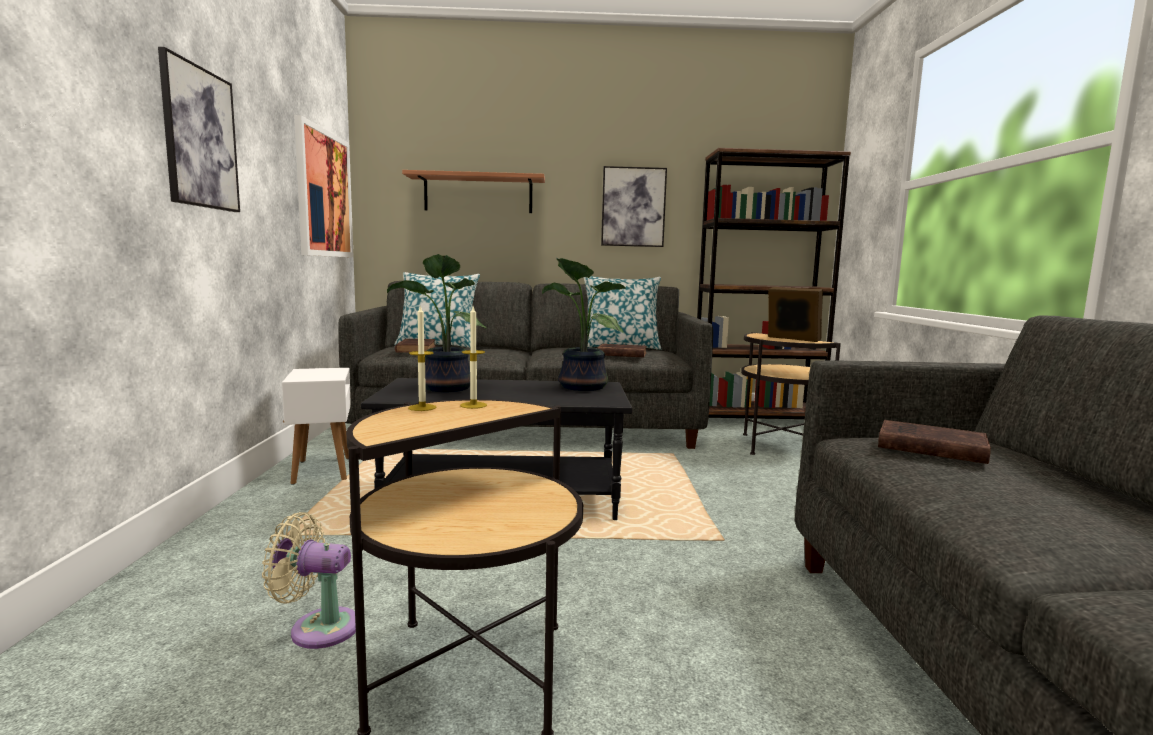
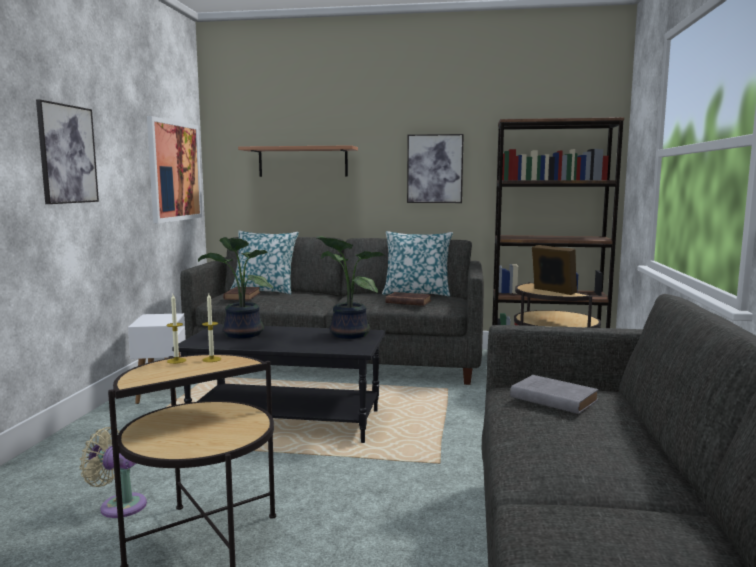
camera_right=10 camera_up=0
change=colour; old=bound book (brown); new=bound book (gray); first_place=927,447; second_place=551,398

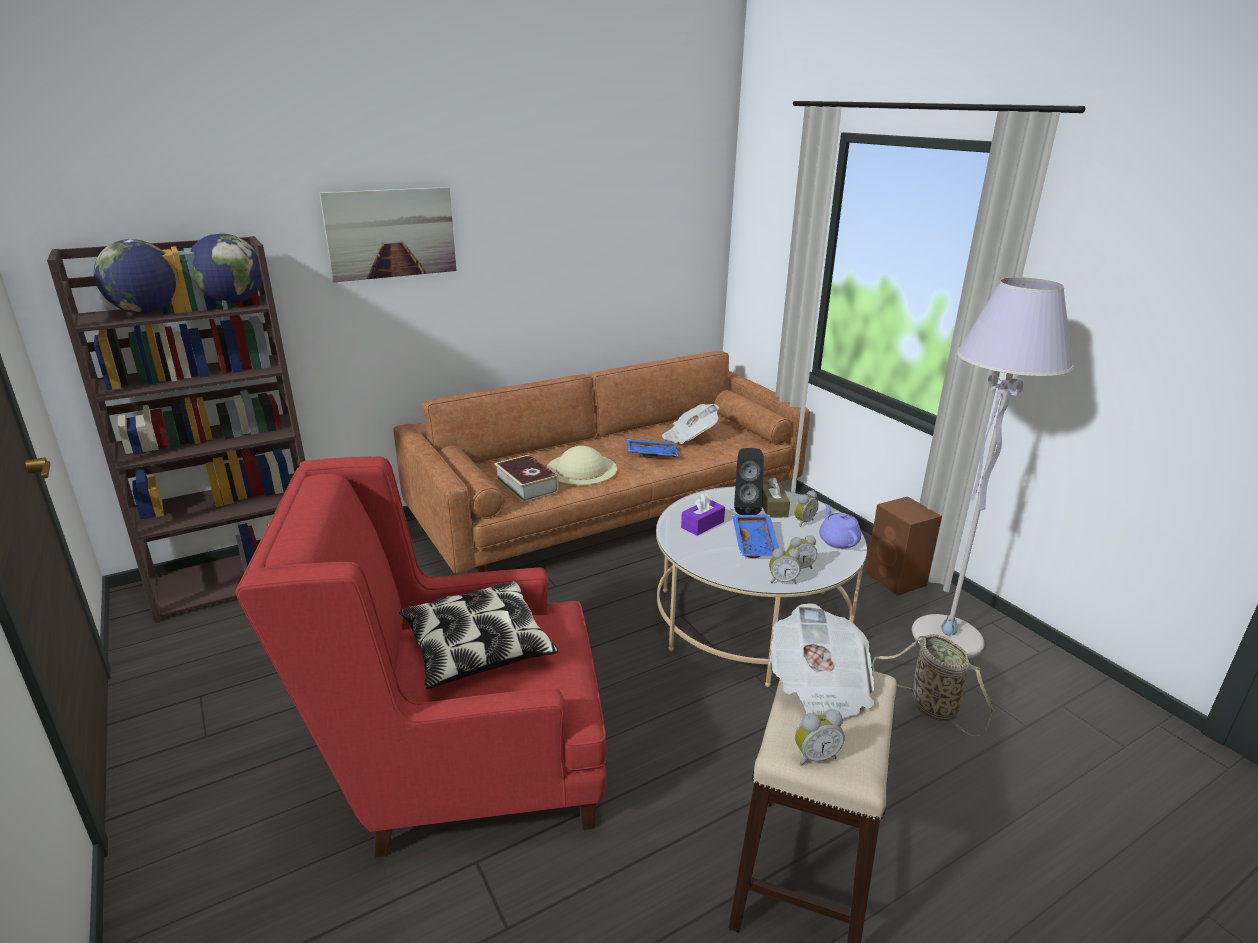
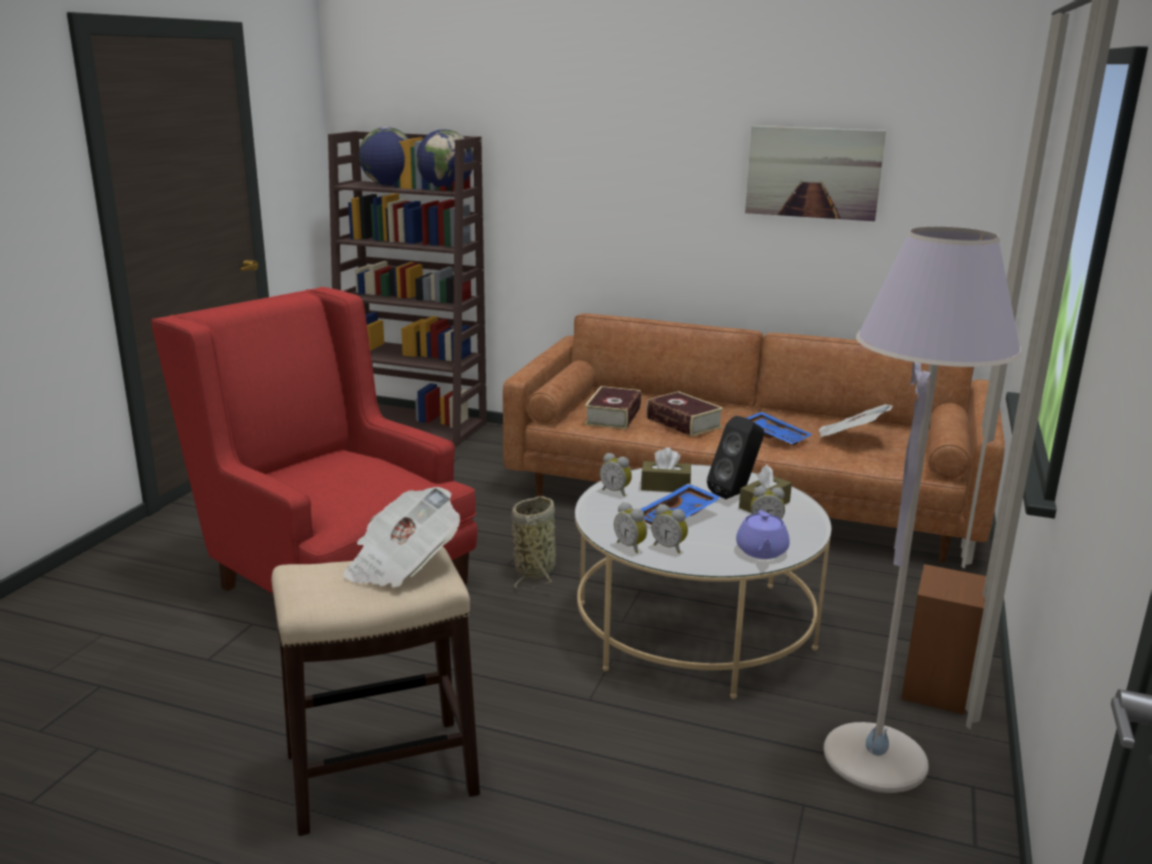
camera_right=50 camera_up=-5
change=relocated; old=basket; first_place=929,706; second_place=535,569
change=relocated; old=bedside clock; first_place=814,756; second_place=616,491
change=colour; old=tissue box (purplish); new=tissue box (brown); first_place=702,524; second_place=665,486
change=exchanged; old=hat (beige-coloured); new=bound book; first_place=581,469; second_place=683,422
change=spun; old=teapot (purplish); first_place=838,541; second_place=761,551; degrees=150
change=relocated; old=wall art; first_place=391,233; second_place=813,172
change=missing; old=pillow; first_place=477,647

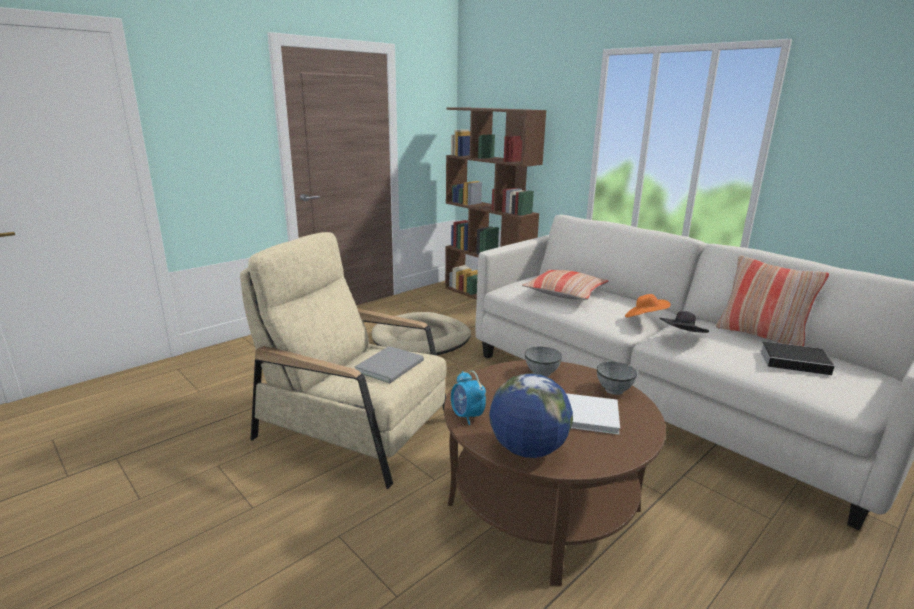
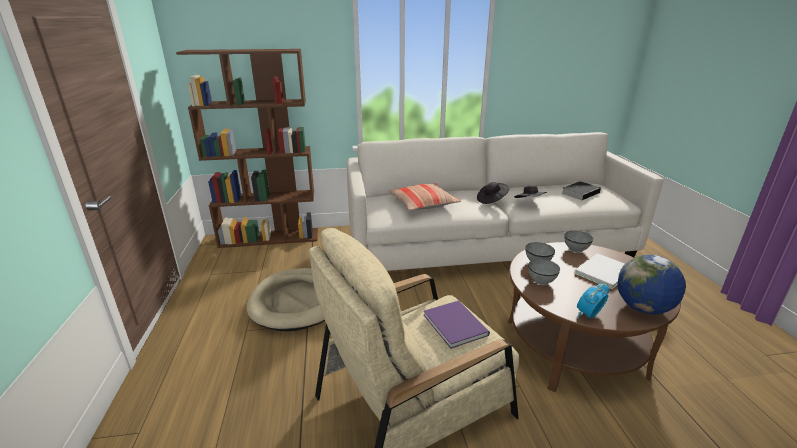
camera_right=-55 camera_up=5
change=colour; old=bound book (gray); new=bound book (purplish); first_place=392,366; second_place=455,323
change=colour; old=hat (orange-coloured); new=hat (blackish); first_place=645,318; second_place=491,200
change=appeared; new=serving bowl (gray); second_place=541,281
change=spun; old=bedside clock; first_place=467,416; second_place=588,315; degrees=135
change=missing; old=pillow; first_place=761,336

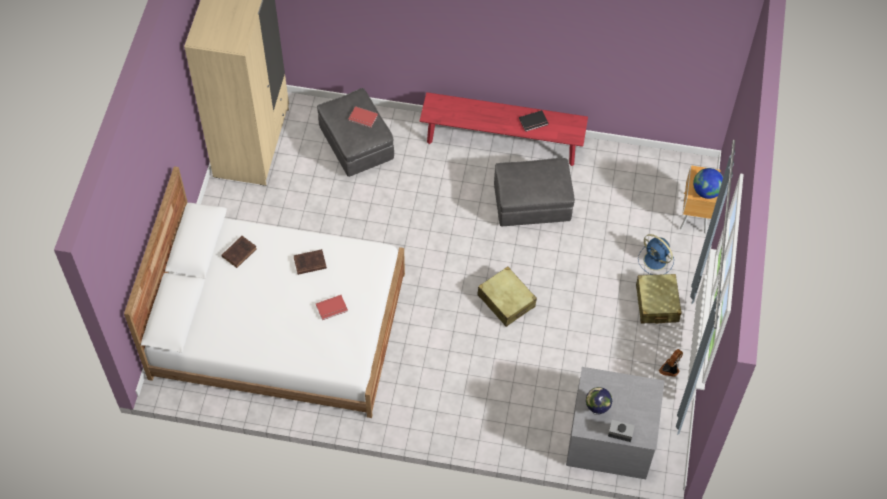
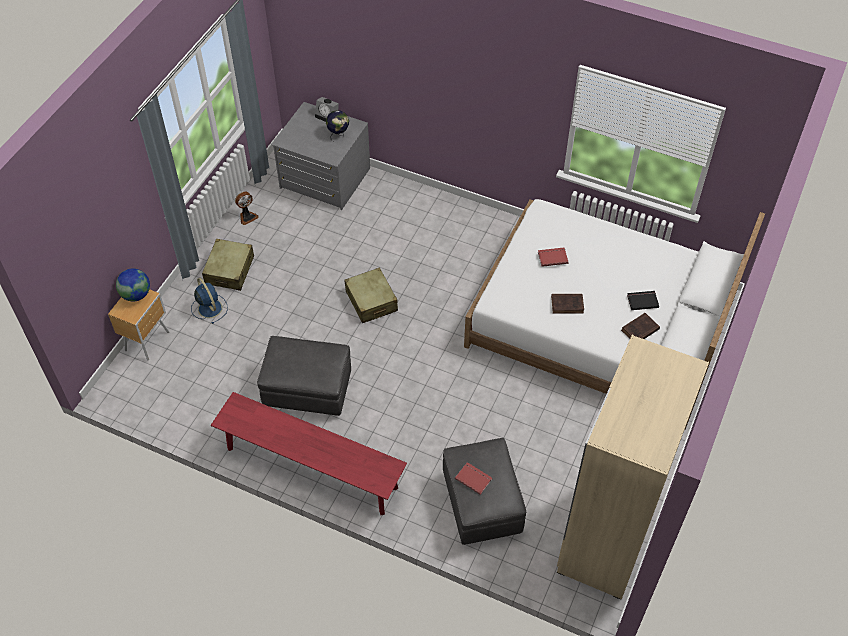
camera_right=-165 camera_up=-5
change=relocated; old=bound book (blackish); first_place=534,122; second_place=642,300

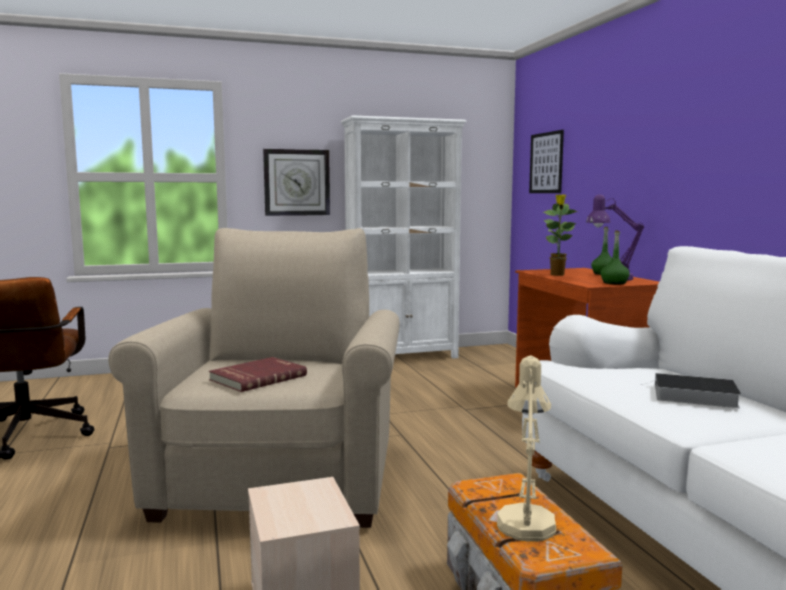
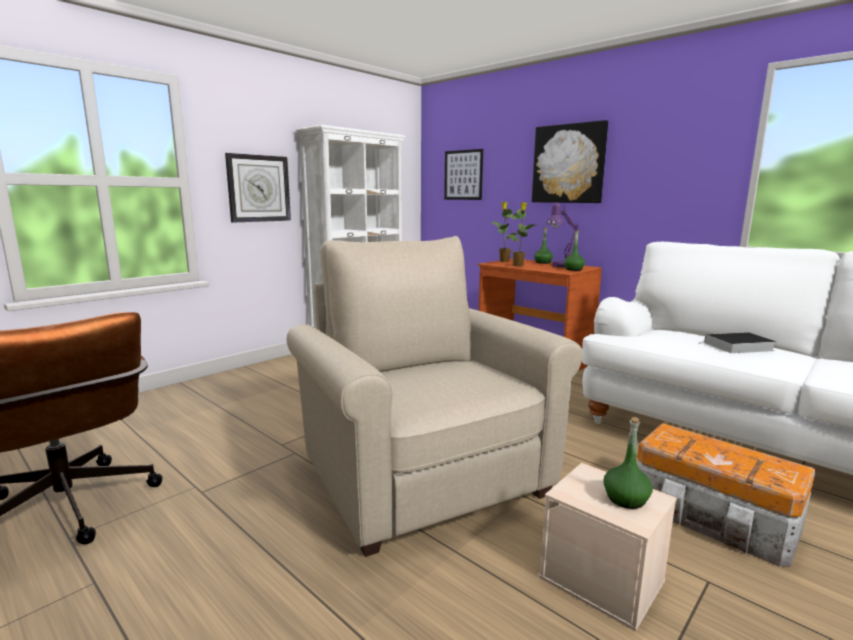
camera_right=-30 camera_up=5
change=appeared; new=wall art; second_place=568,164
change=appeared; new=bottle (green-coloured); second_place=626,499
change=missing; old=bound book (reddish); first_place=257,377
change=missing; old=table lamp (beige-coloured); first_place=526,519

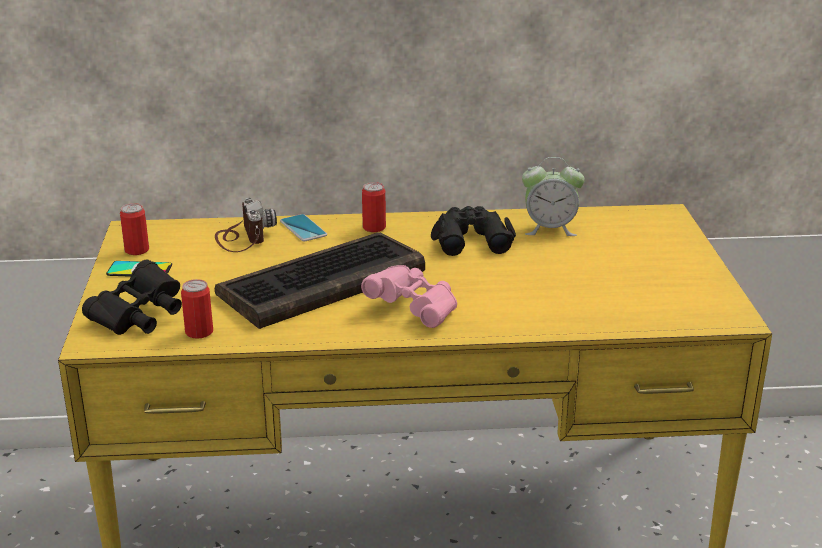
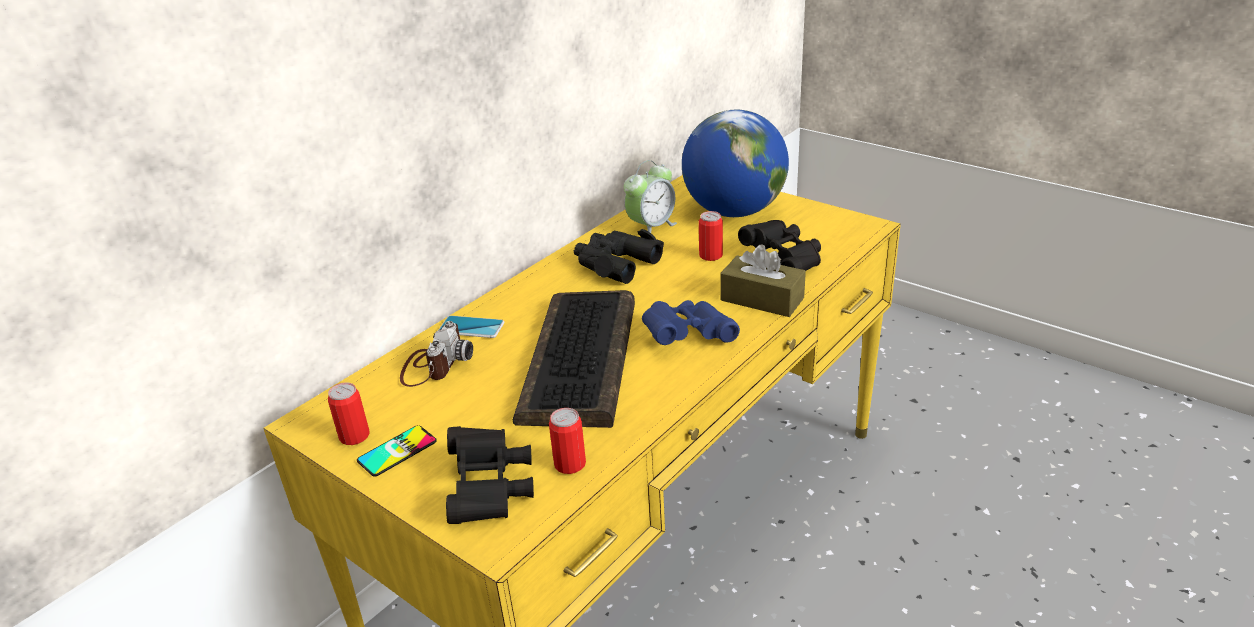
camera_right=-45 camera_up=5
change=spun; old=still camera; first_place=242,237; second_place=434,365; degrees=75
change=colour; old=binoculars (pink-coloured); new=binoculars (bluish); first_place=414,309; second_place=687,336
change=appeared; new=globe; second_place=734,211
change=relocated; old=can; first_place=374,227; second_place=711,255
change=appeared; new=tissue box (brown); second_place=762,299
change=appeared; new=binoculars (blackish); second_place=784,260

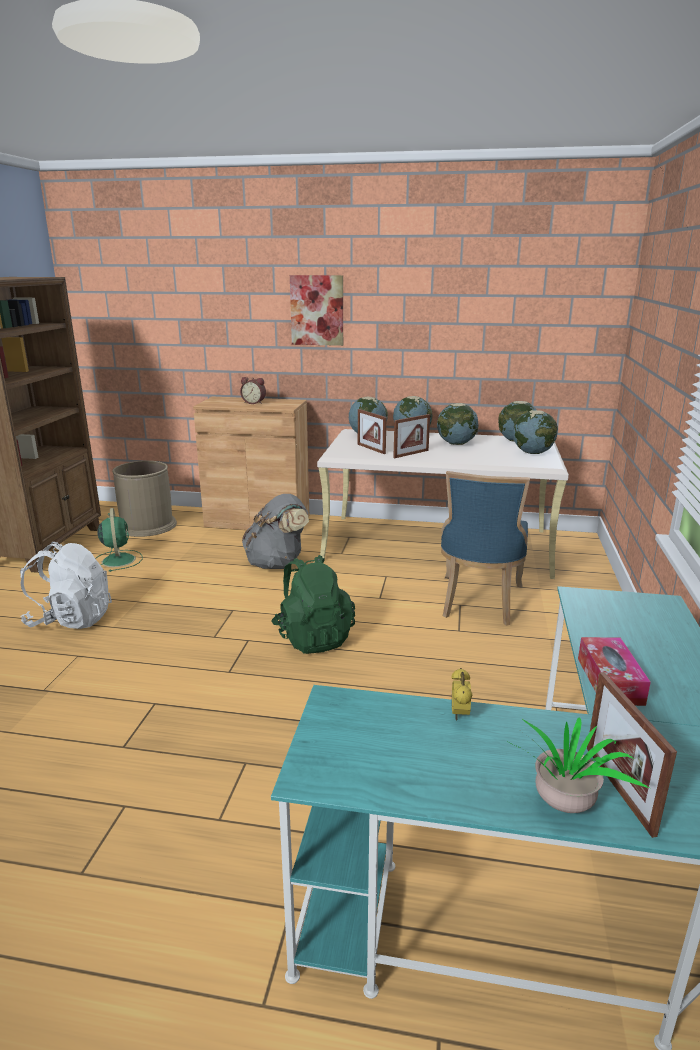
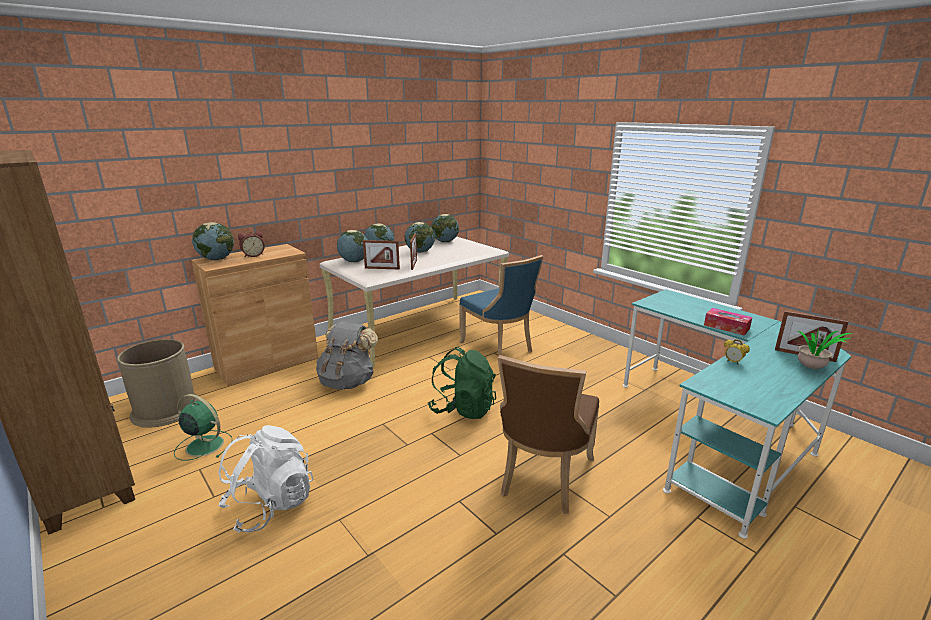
camera_right=-50 camera_up=0
change=relocated; old=globe; first_place=532,453; second_place=217,259
change=appeared; new=upright chair (brown); second_place=543,478
change=missing; old=wall art; first_place=317,310

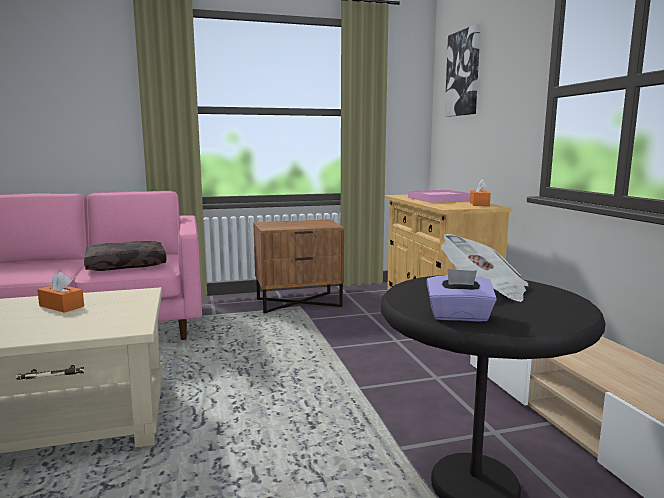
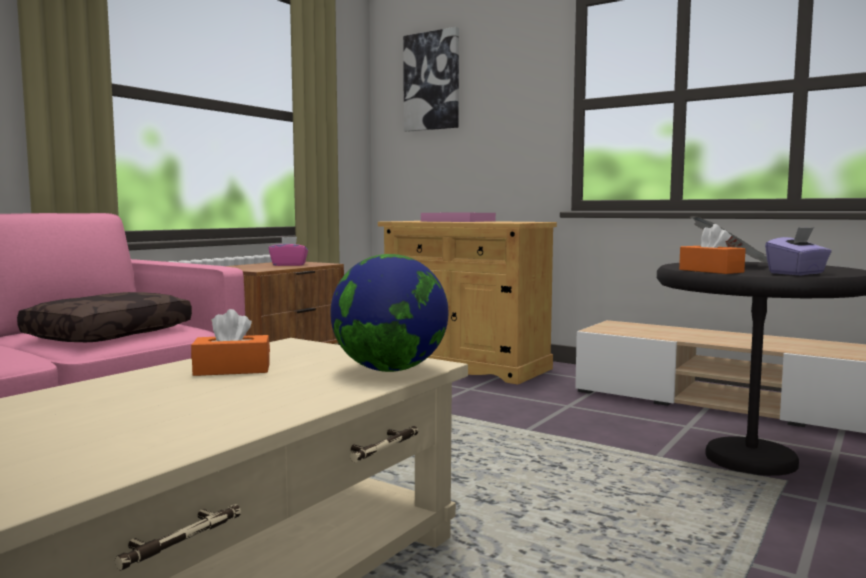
camera_right=-40 camera_up=-5
change=appeared; new=tissue box (pink-coloured); second_place=289,265
change=appeared; new=globe; second_place=390,370
change=relocated; old=tissue box (orange-coloured); first_place=479,204; second_place=711,271

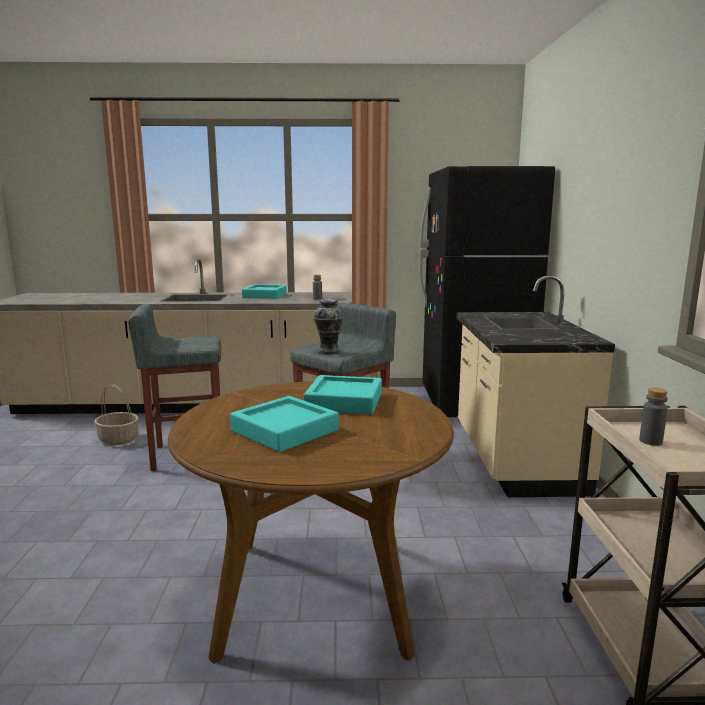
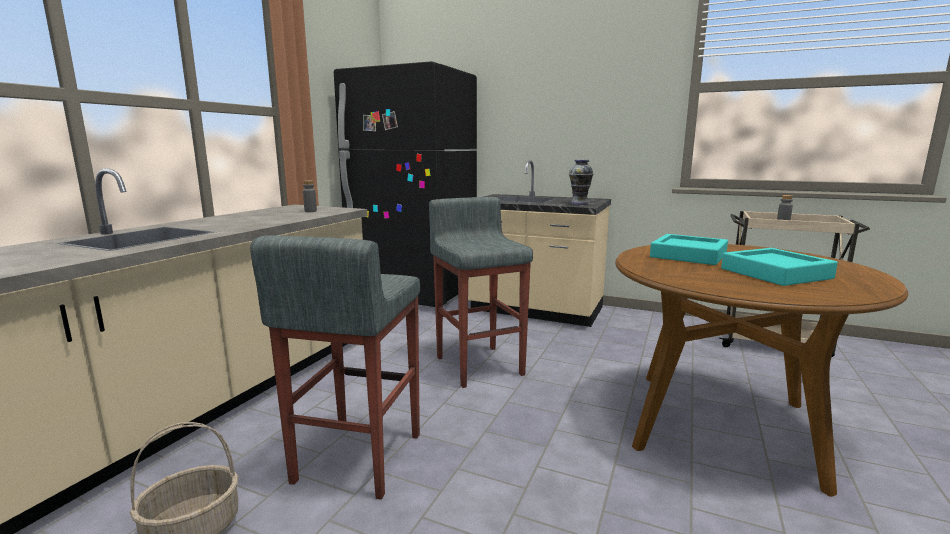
camera_right=-65 camera_up=0
change=relocated; old=vase; first_place=329,352; second_place=579,204
change=missing; old=carrying tray (turquoise-coloured); first_place=265,295

